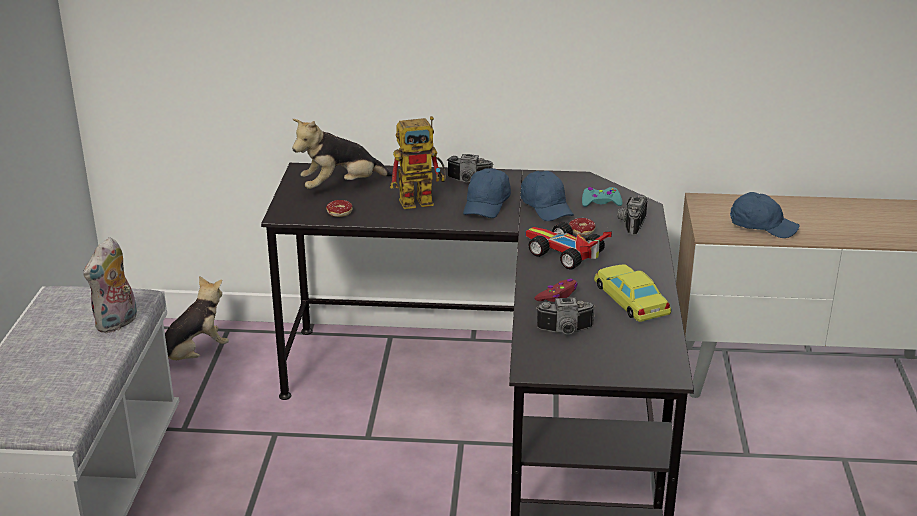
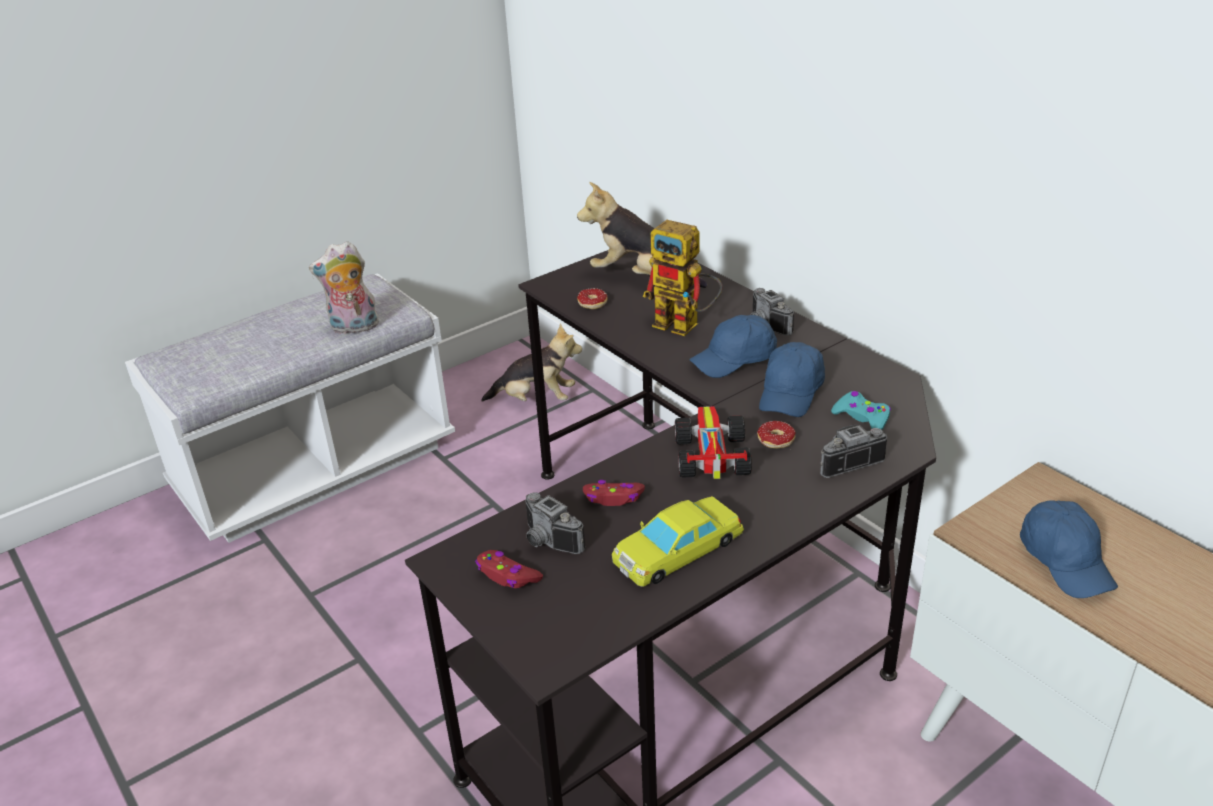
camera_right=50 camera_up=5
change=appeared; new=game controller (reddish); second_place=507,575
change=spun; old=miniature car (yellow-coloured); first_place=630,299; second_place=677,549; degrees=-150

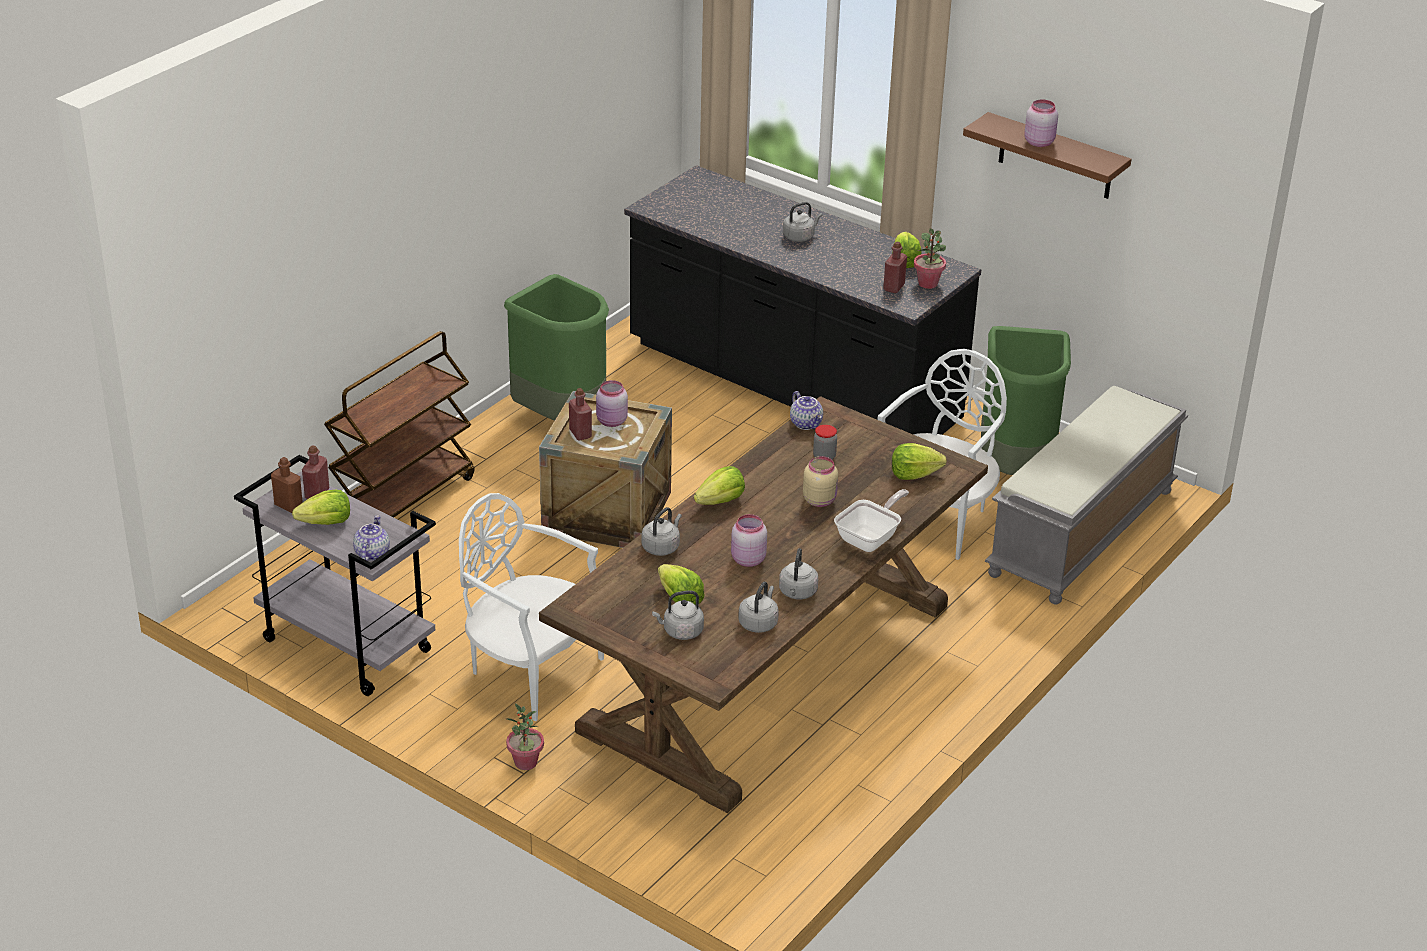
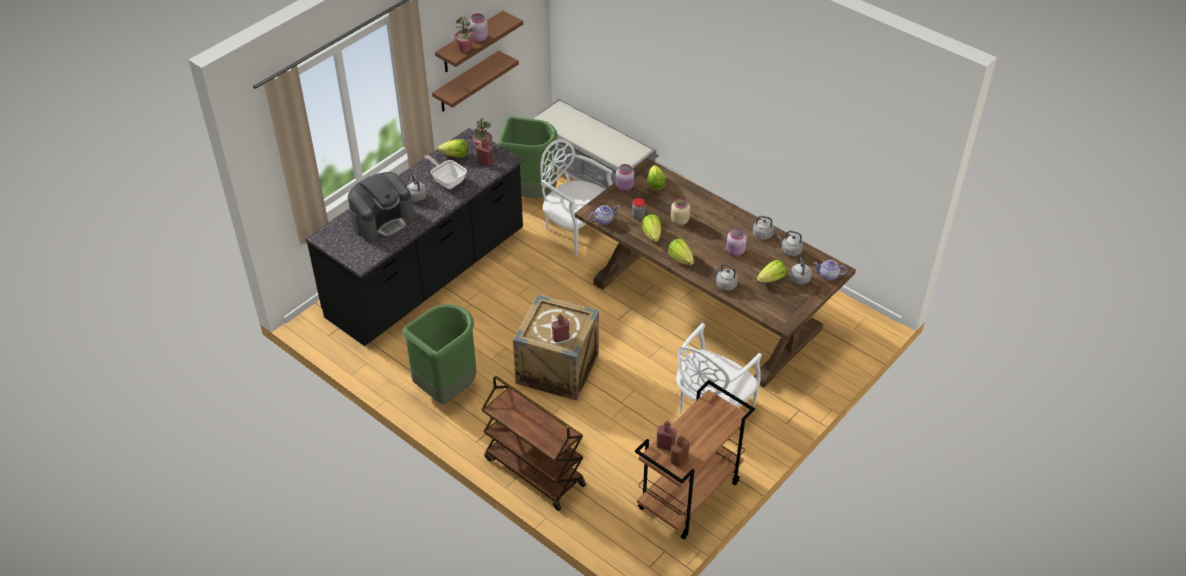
camera_right=-85 camera_up=10
change=appeared; new=coffee maker; second_place=383,221
change=relocated; old=skillet; first_place=871,538; second_place=447,180
change=appeared; new=bracket shelf (brown); second_place=466,82
change=relocated; old=potted plant; first_place=525,762; second_place=465,49
change=relocated; old=preserve jar (pink-coloured); first_place=611,422; second_place=625,187
change=colour; old=cart (gray); new=cart (brown); first_place=344,646; second_place=689,497
change=relocated; old=head of lettuce; first_place=326,523; second_place=652,234
change=relocated; old=teapot; first_place=371,553; second_place=828,276

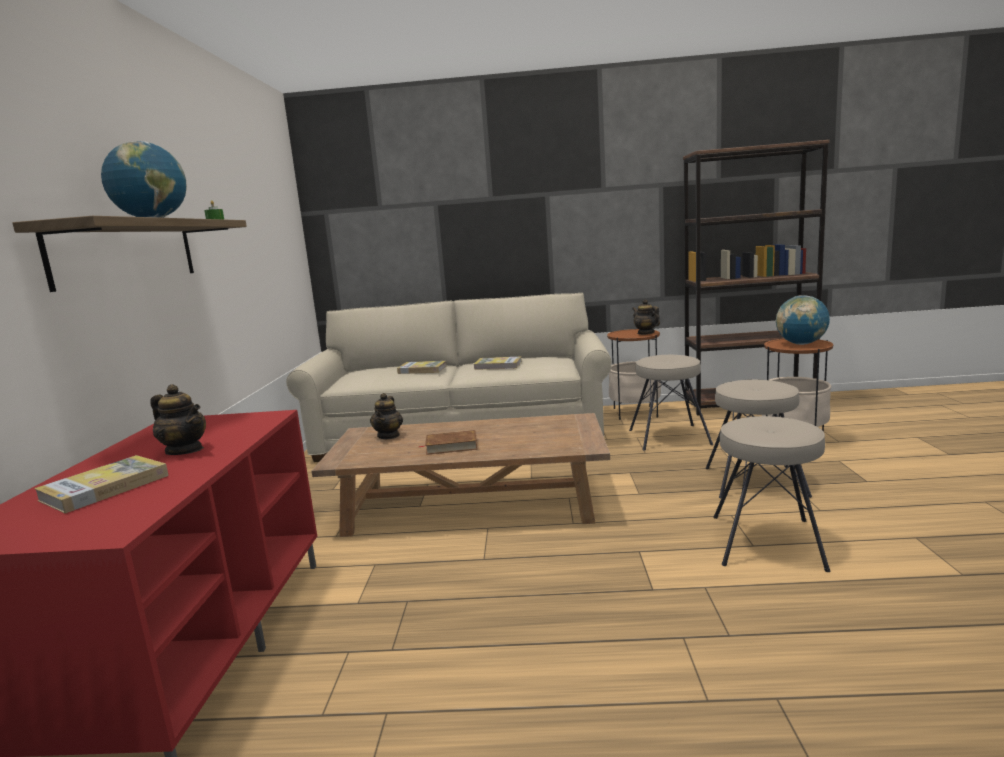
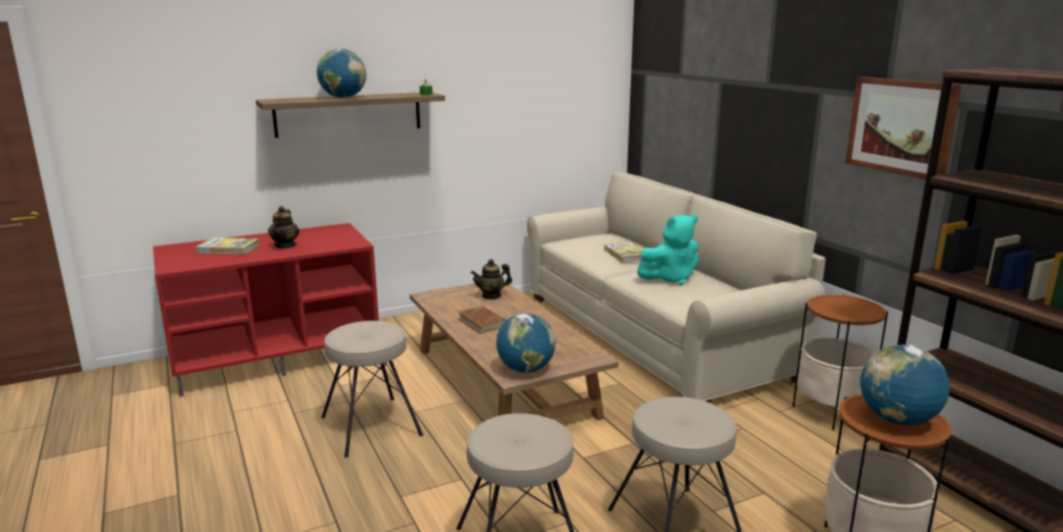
camera_right=60 camera_up=5
change=relocated; old=sitting stool (beige-coloured); first_place=668,437; second_place=372,425
change=appeared; new=globe; second_place=526,370
change=exchanged; old=bound book; new=soft toy (turquoise-coloured); first_place=498,365; second_place=670,278
change=appeared; new=wall art; second_place=900,126
change=missing; old=teapot; first_place=645,333

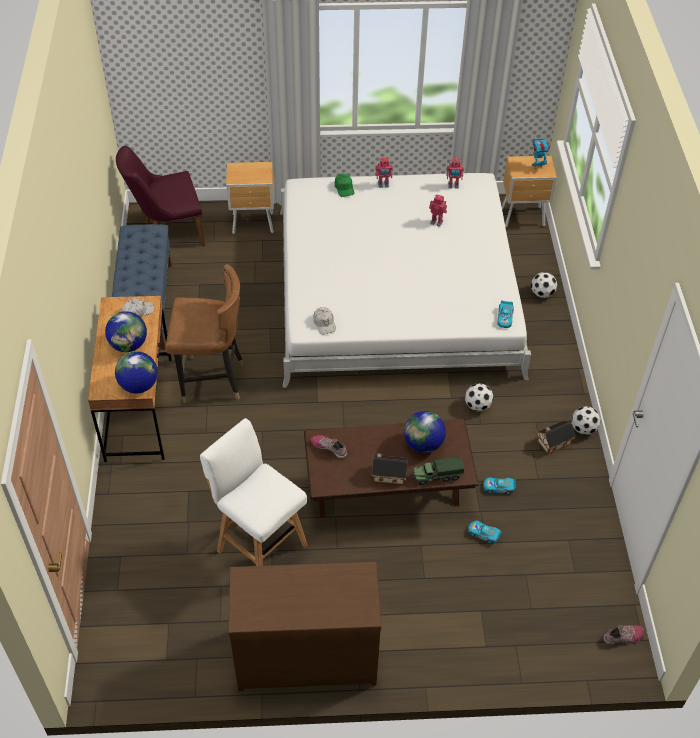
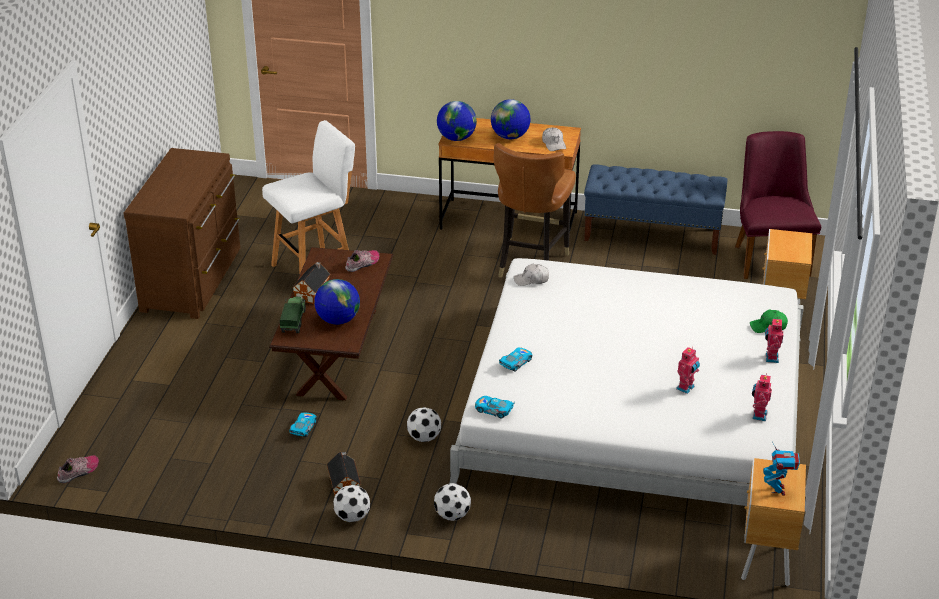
camera_right=105 camera_up=-15
change=spun; old=low shoe; first_place=623,637; second_place=79,472; degrees=-135
change=relocated; old=football; first_place=542,294; second_place=452,515
change=relocated; old=miniature car; first_place=483,534; second_place=515,363

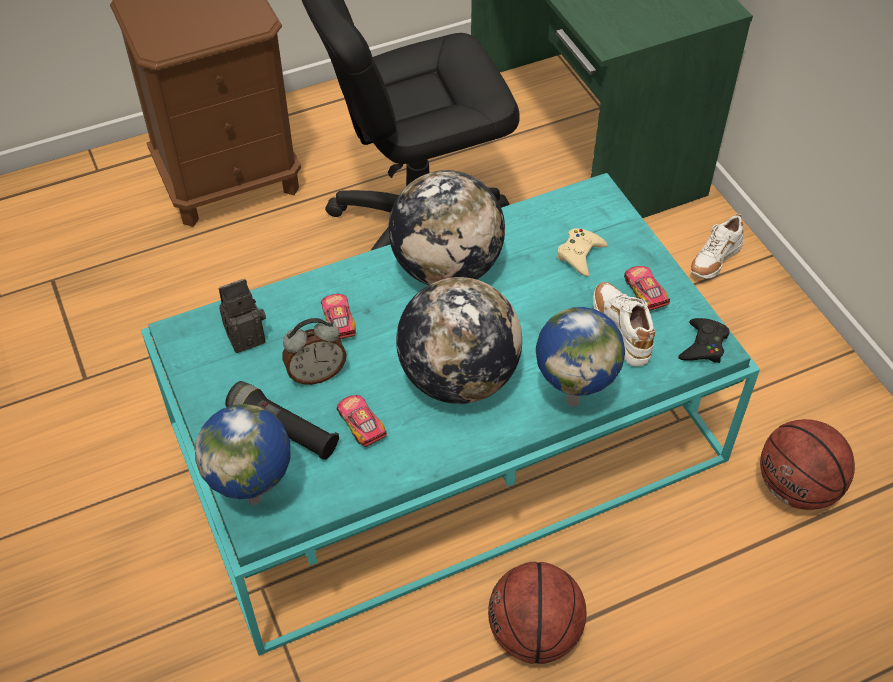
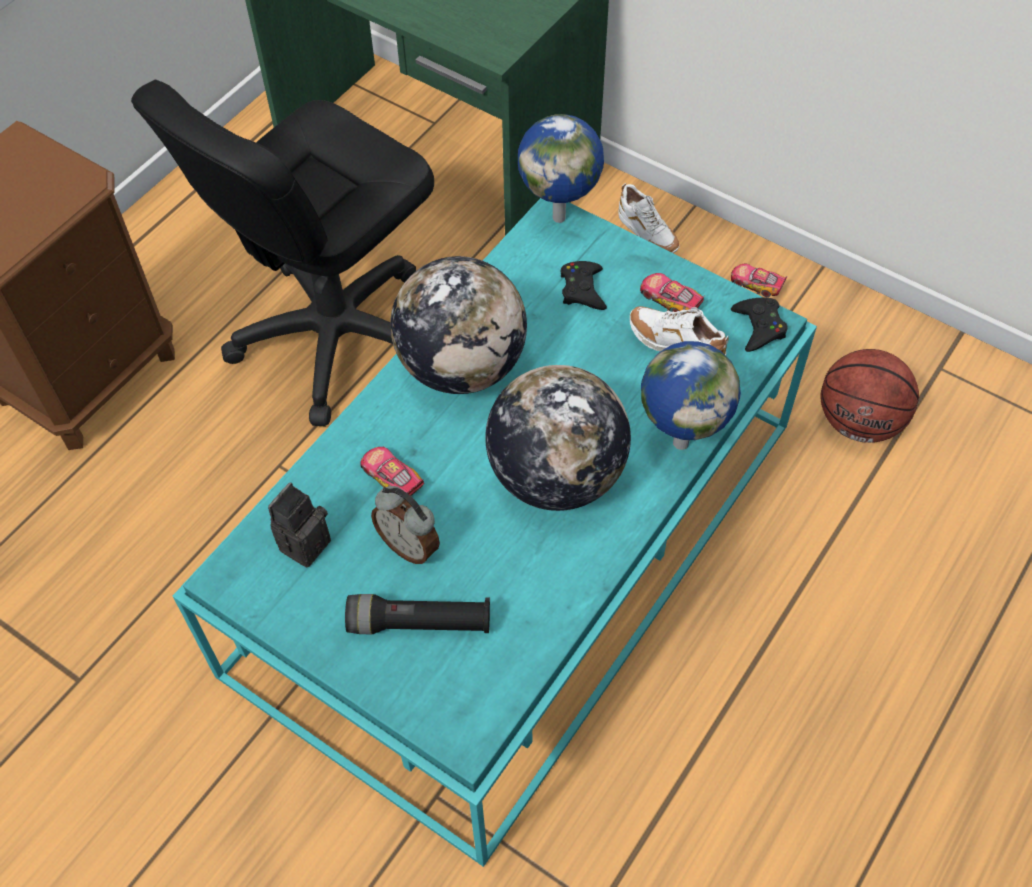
camera_right=-30 camera_up=5
change=spun; old=bedside clock; first_place=316,373; second_place=409,545; degrees=90
change=relocated; old=globe; first_place=256,498; second_place=560,216
change=colour; old=game controller (beige-coloured); new=game controller (blackish); first_place=580,255; second_place=582,289
change=spun; old=low shoe (white); first_place=713,262; second_place=646,236; degrees=-45
change=relocated; old=miniature car; first_place=361,424; second_place=756,284
change=missing; old=basketball ball; first_place=534,633

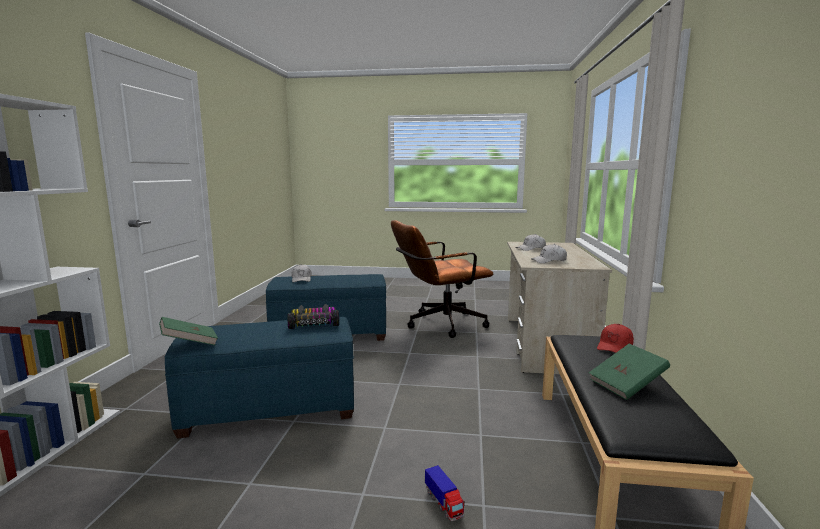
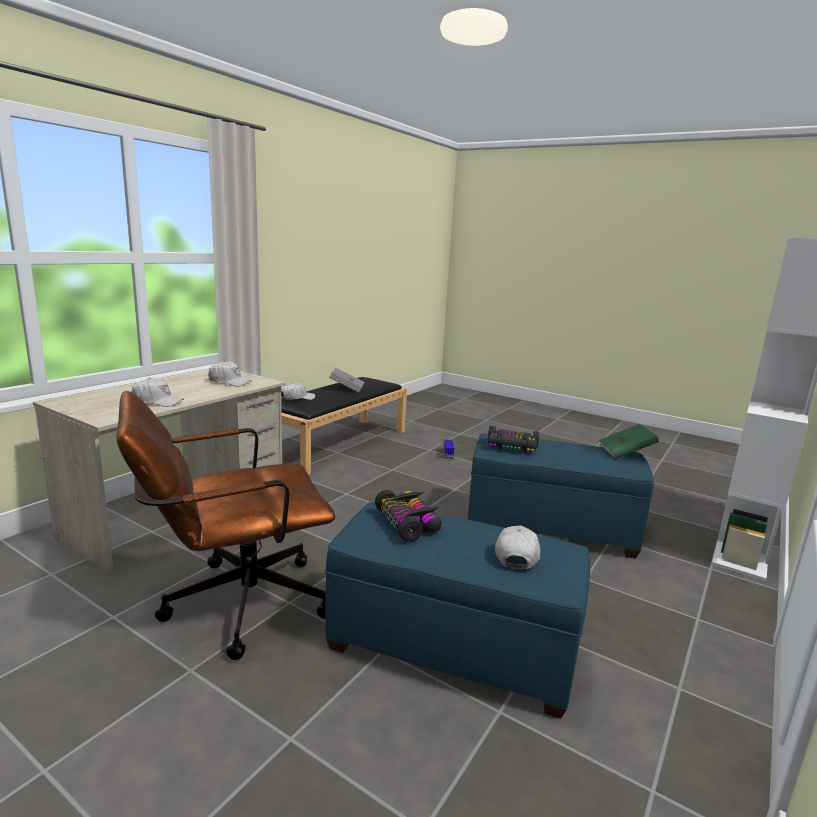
camera_right=-155 camera_up=5
change=spun; old=desk chair (brown); first_place=439,324; second_place=232,605; degrees=150
change=colour; old=cap (reddish); new=cap (white); first_place=615,346; second_place=297,398
change=colour; old=bound book (green-coloured); new=bound book (gray); first_place=627,385; second_place=347,388
change=appeared; new=miniature car; second_place=409,523

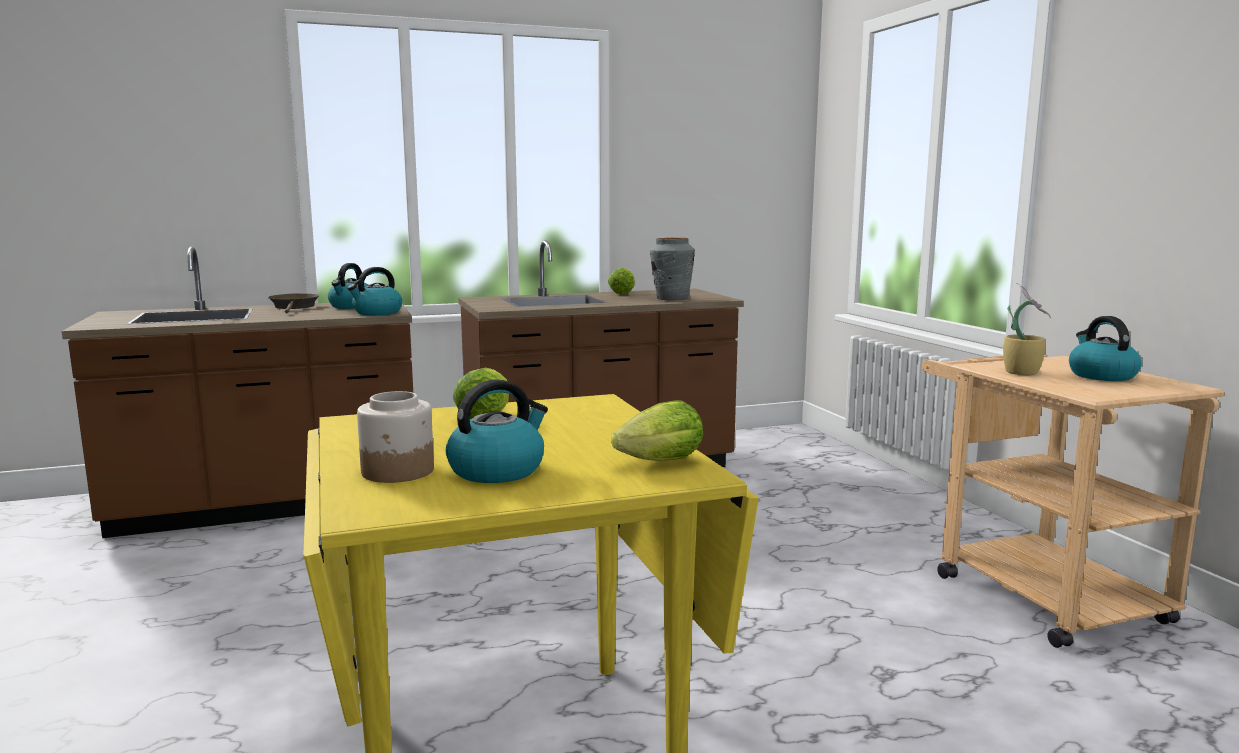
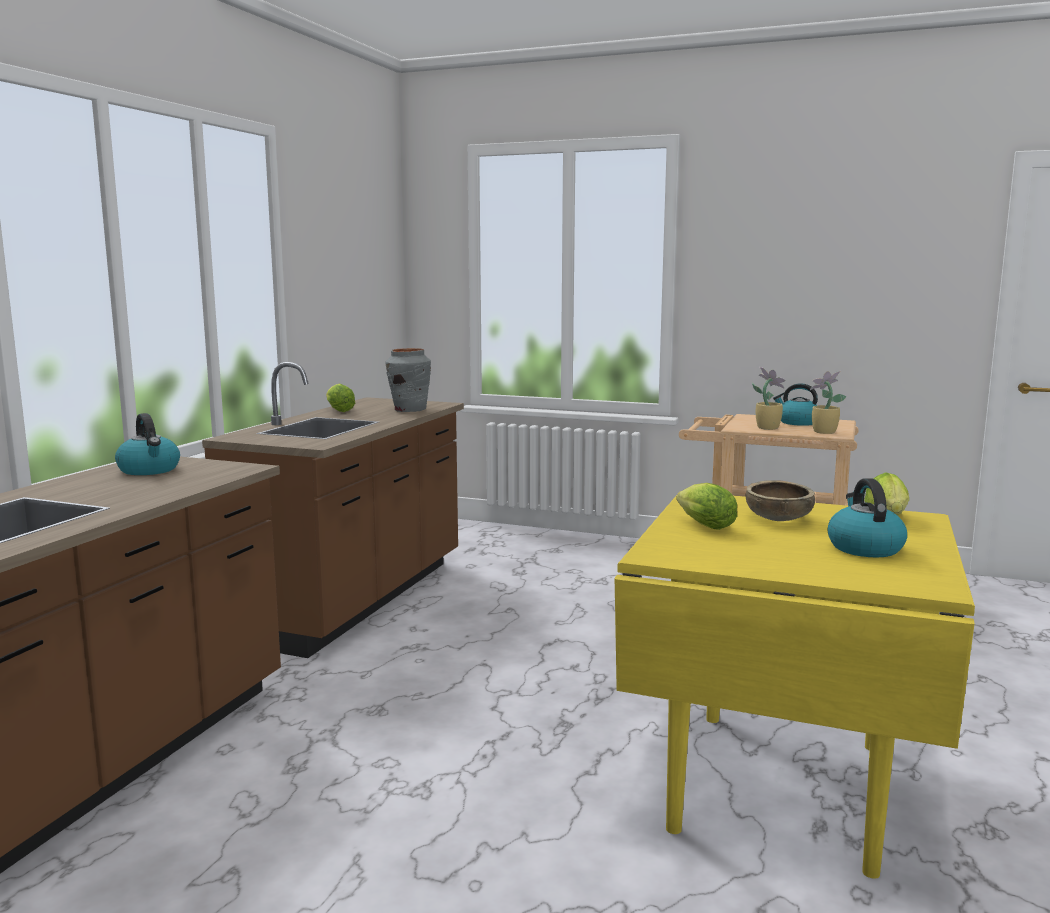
camera_right=-50 camera_up=0
change=appeared; new=serving bowl (brown); second_place=778,518
change=appeared; new=potted plant; second_place=823,432
change=missing; old=skillet (brown); first_place=294,307
change=missing; old=water kettle; first_place=377,313
change=missing; old=preserve jar; first_place=398,471

